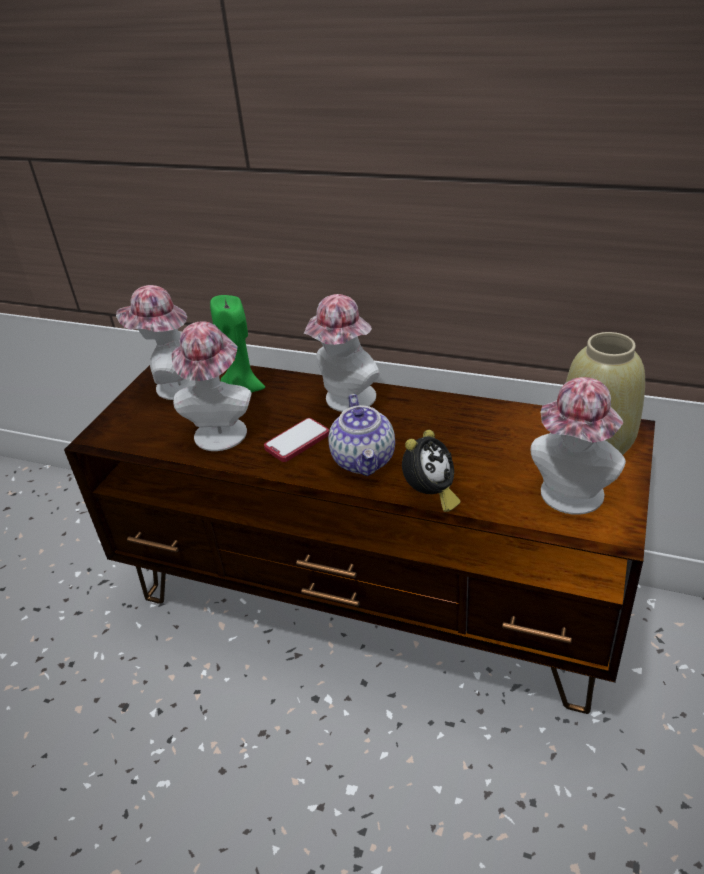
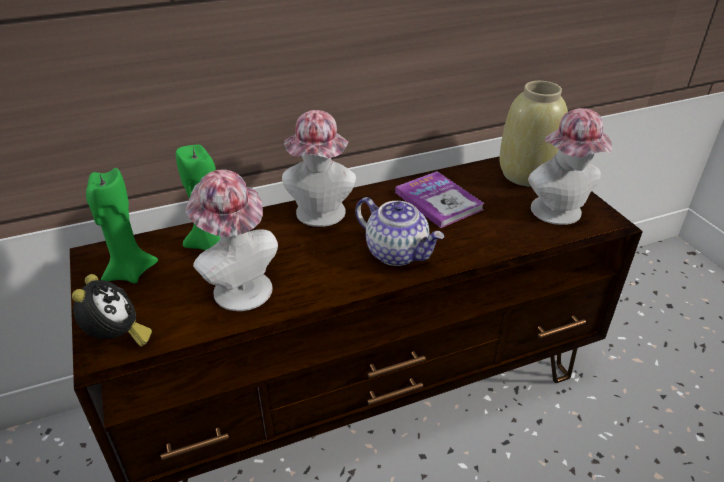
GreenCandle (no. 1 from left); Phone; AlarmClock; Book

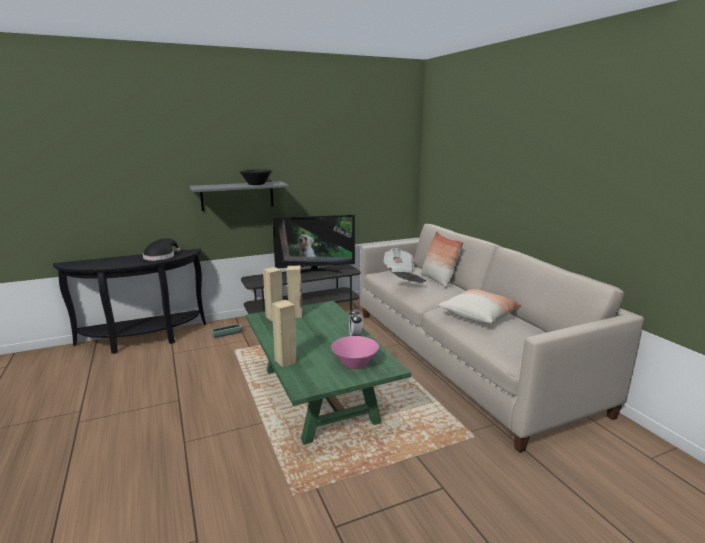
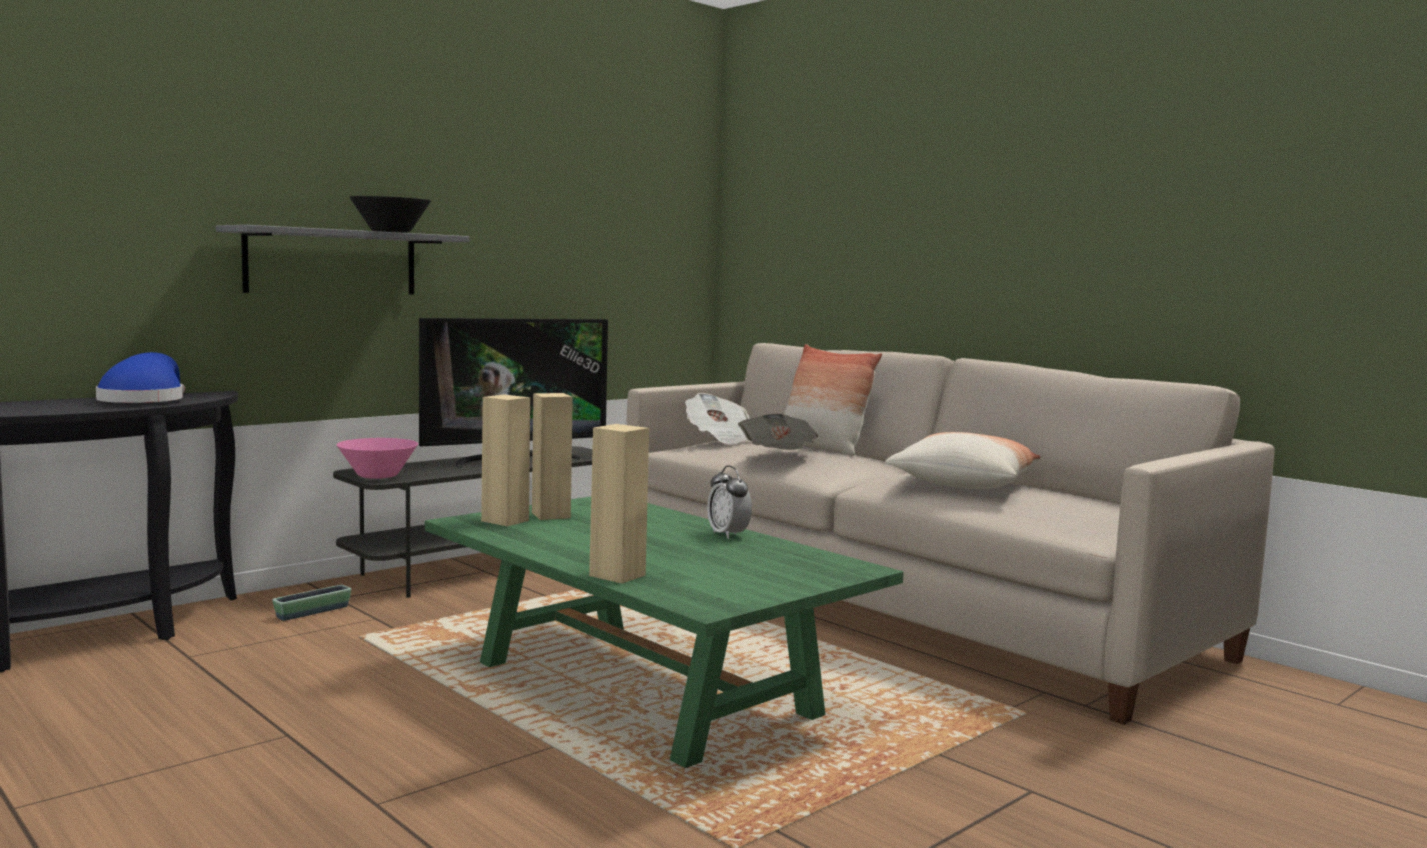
BlueHat; PinkBowl

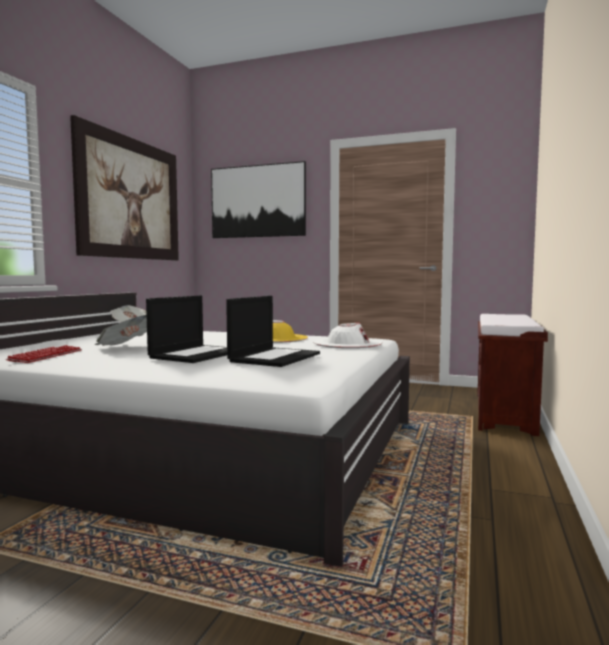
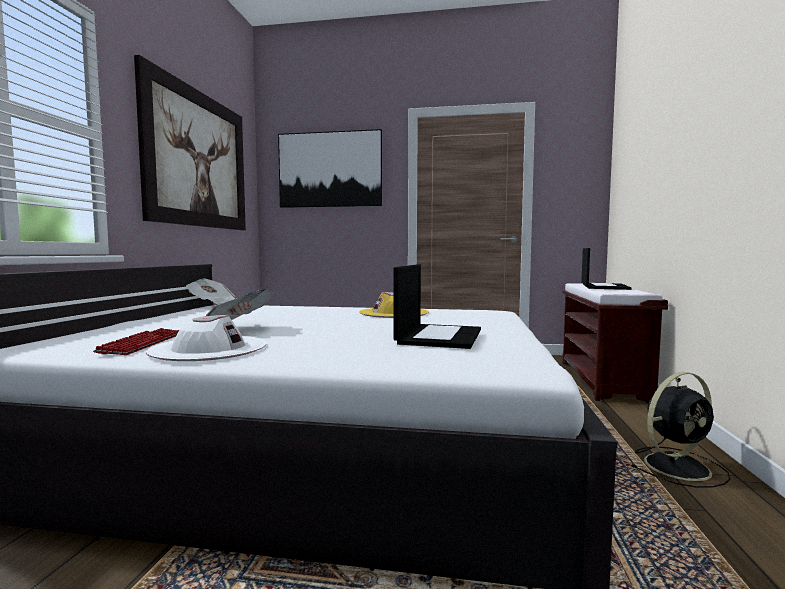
Laptop (no. 2 from left); WhiteHat; BlackFan

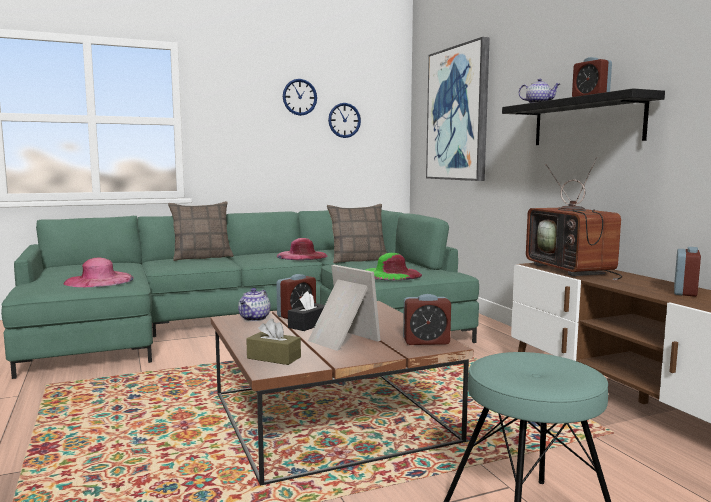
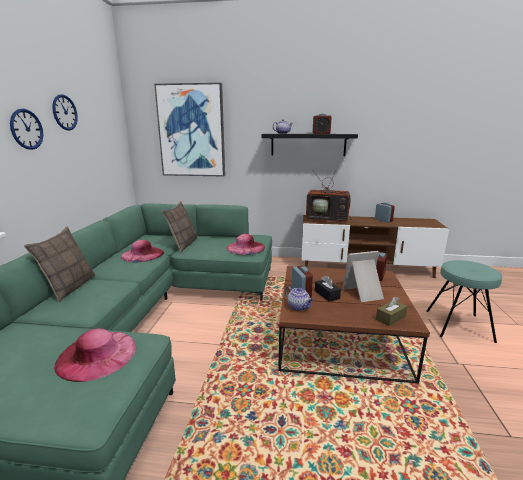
WallClock (no. 1 from left); PinkHat (no. 3 from left)

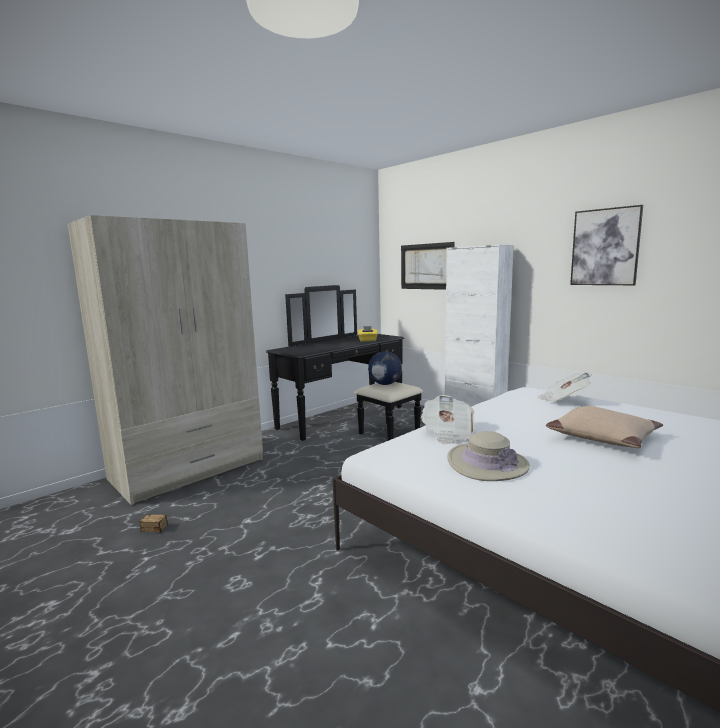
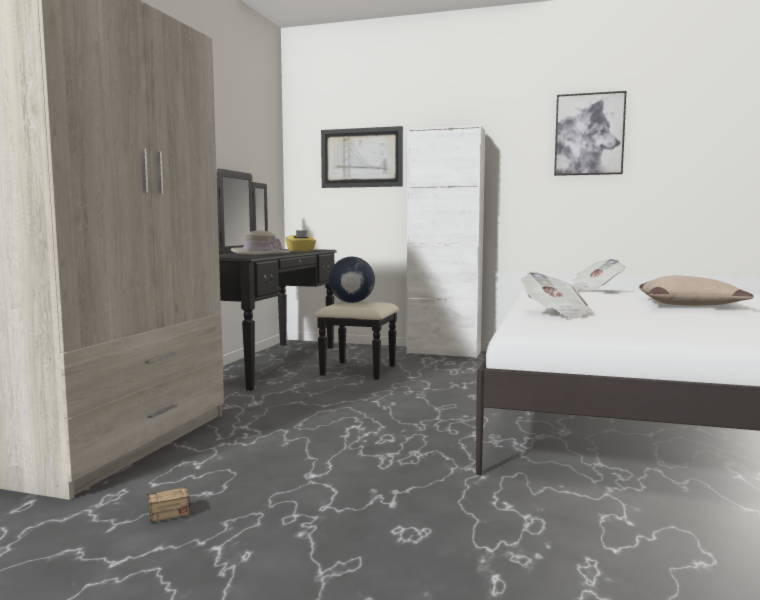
BeigeHat

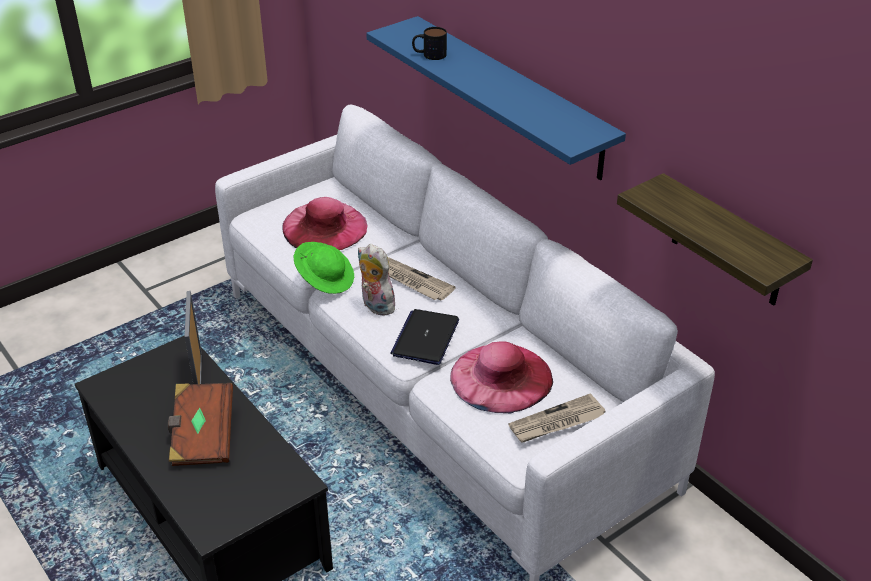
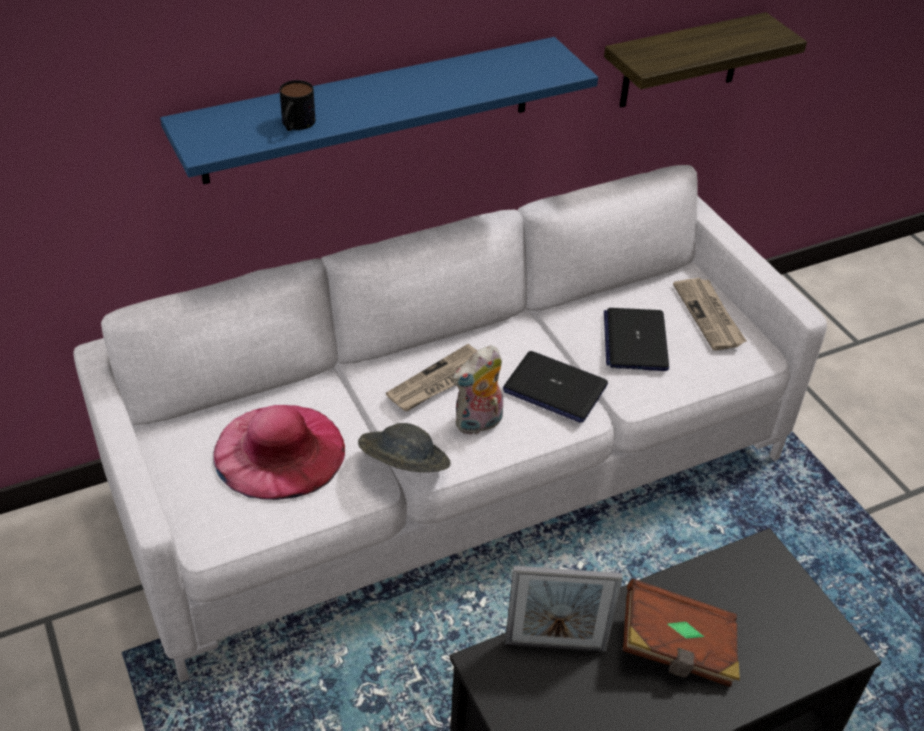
GreyHat; Laptop (no. 2 from left)

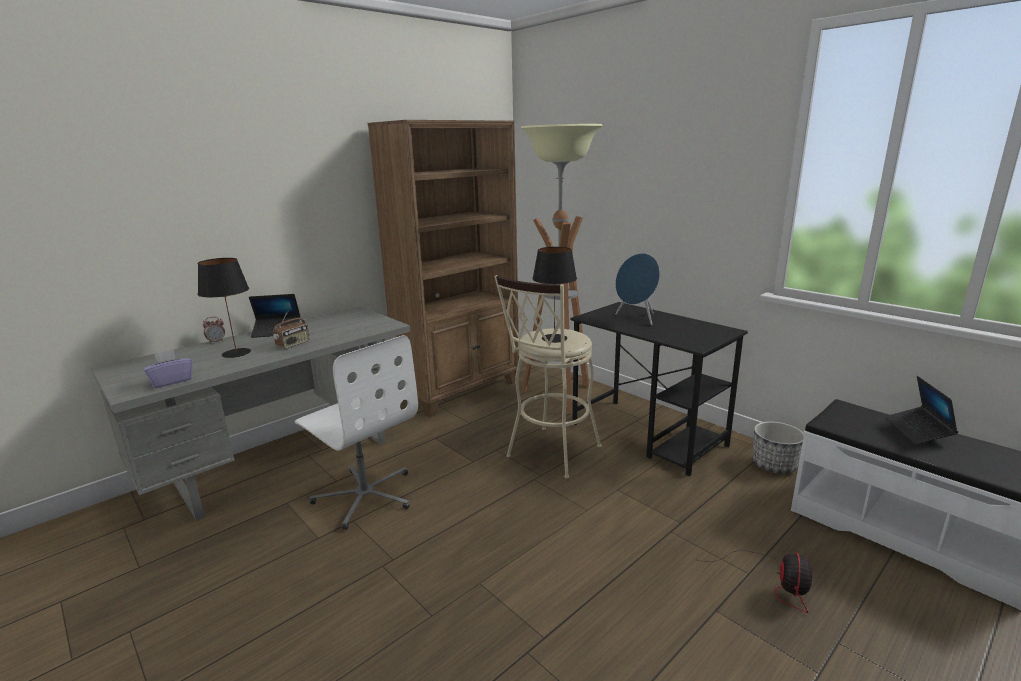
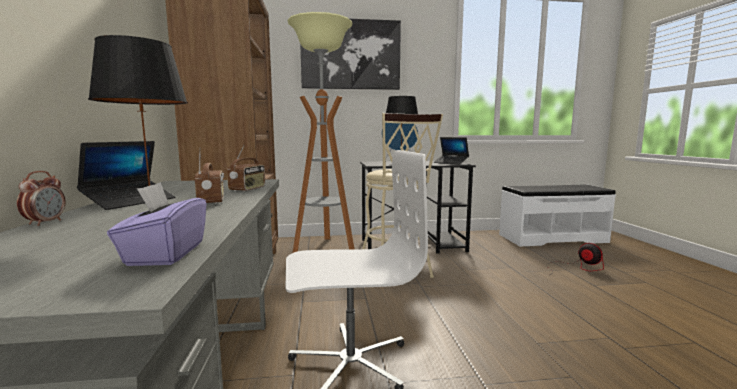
Planter; Laptop (no. 2 from left); Radio (no. 2 from left); Picture

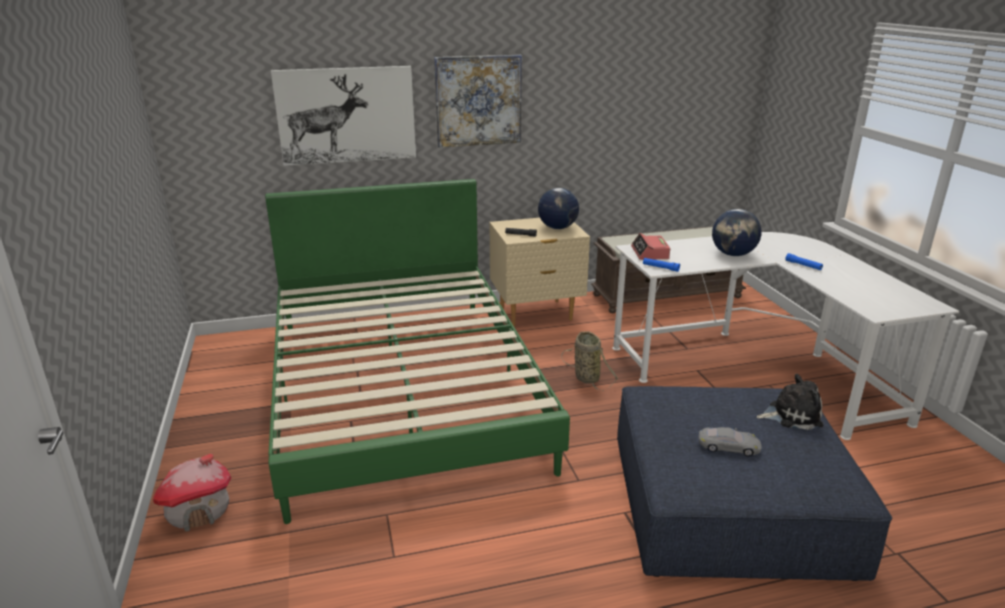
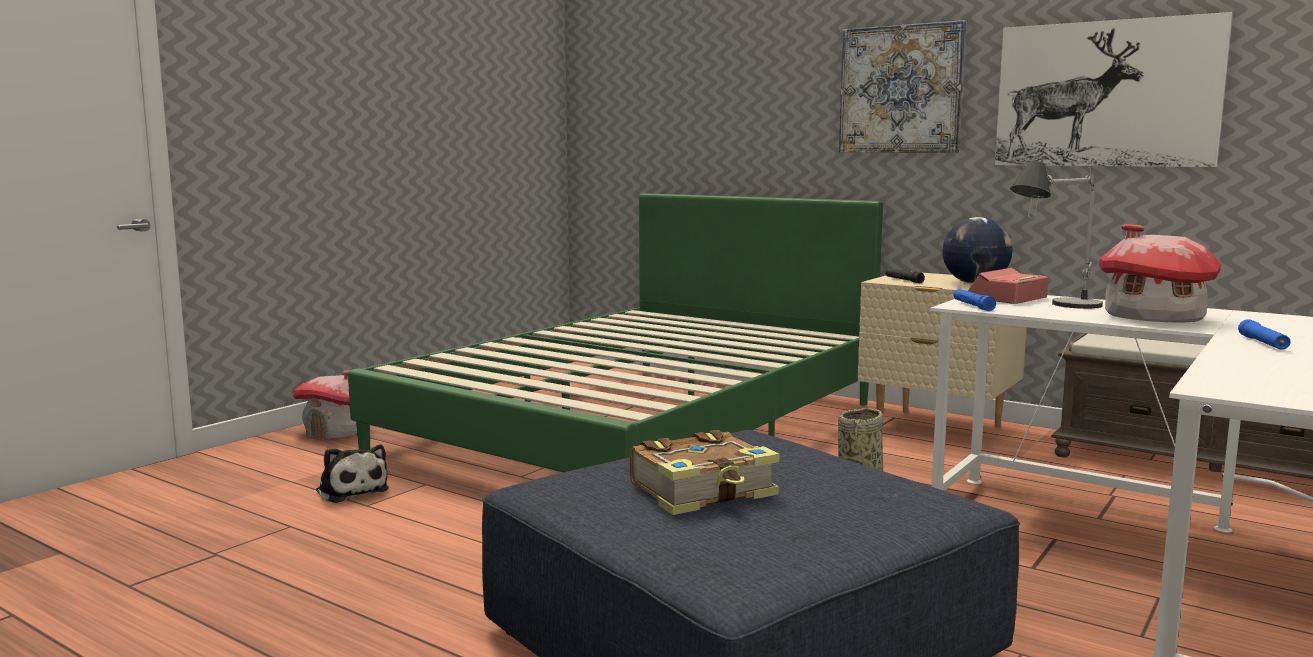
Picture (no. 2 from left); Book; ToyHouse (no. 2 from left); PlushToy; TableLamp

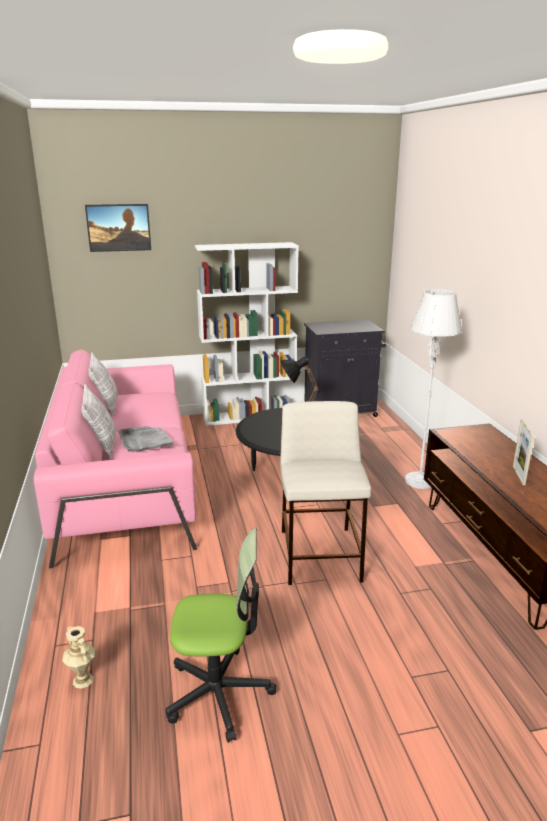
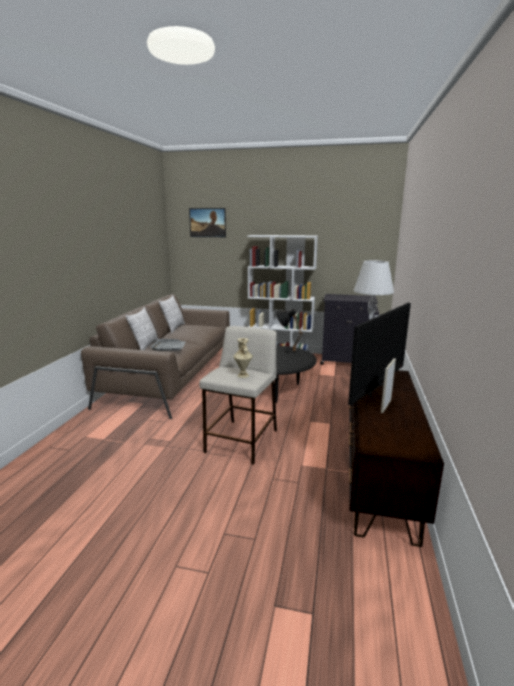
BrownSofa; BeigeVase; OfficeChair; Television

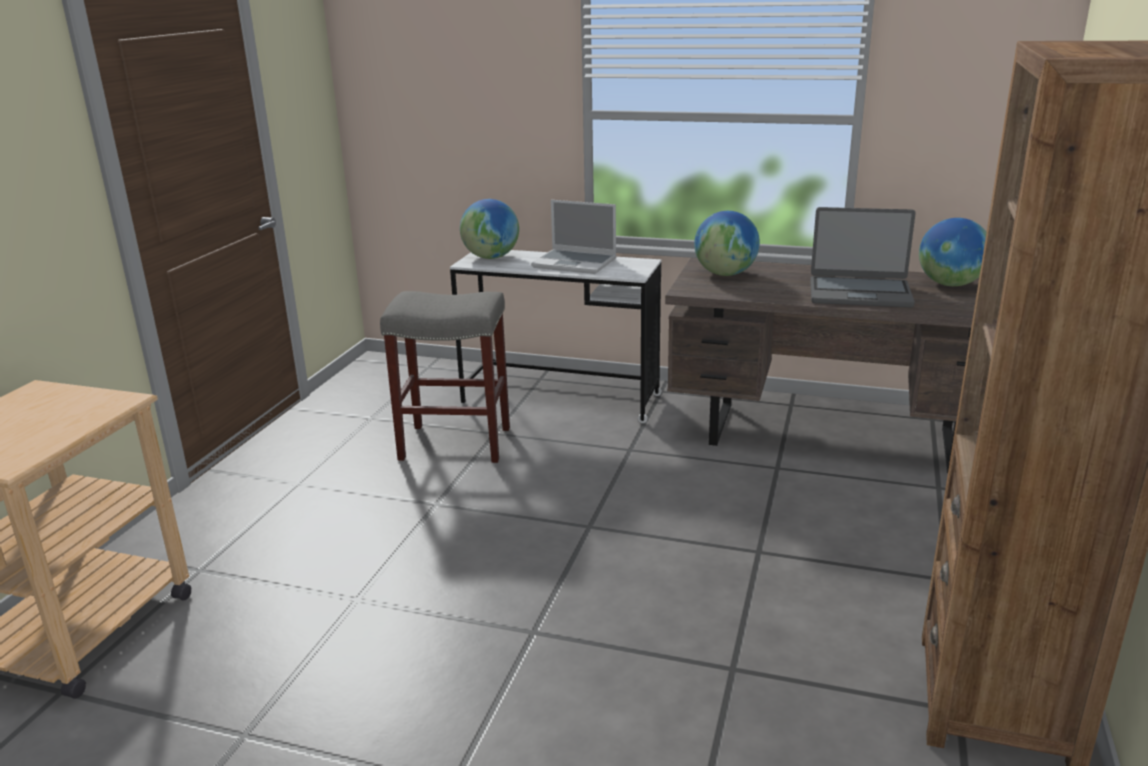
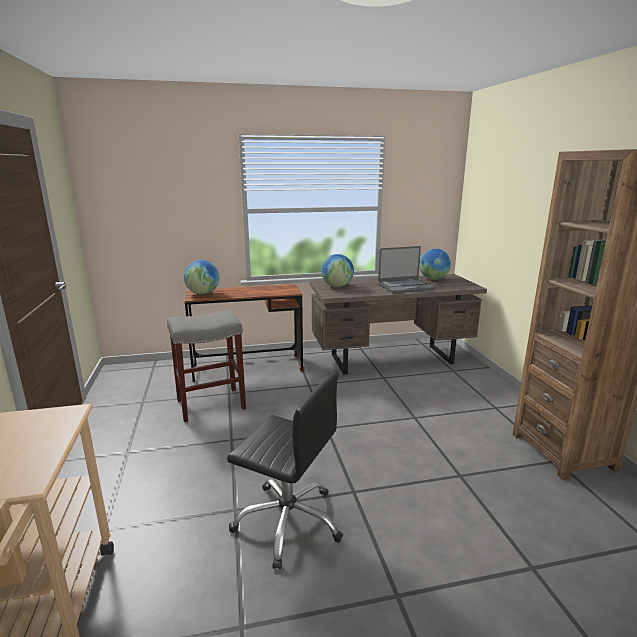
BrownDesk (no. 1 from left); Laptop (no. 1 from left in the first image); BlackOfficeChair

